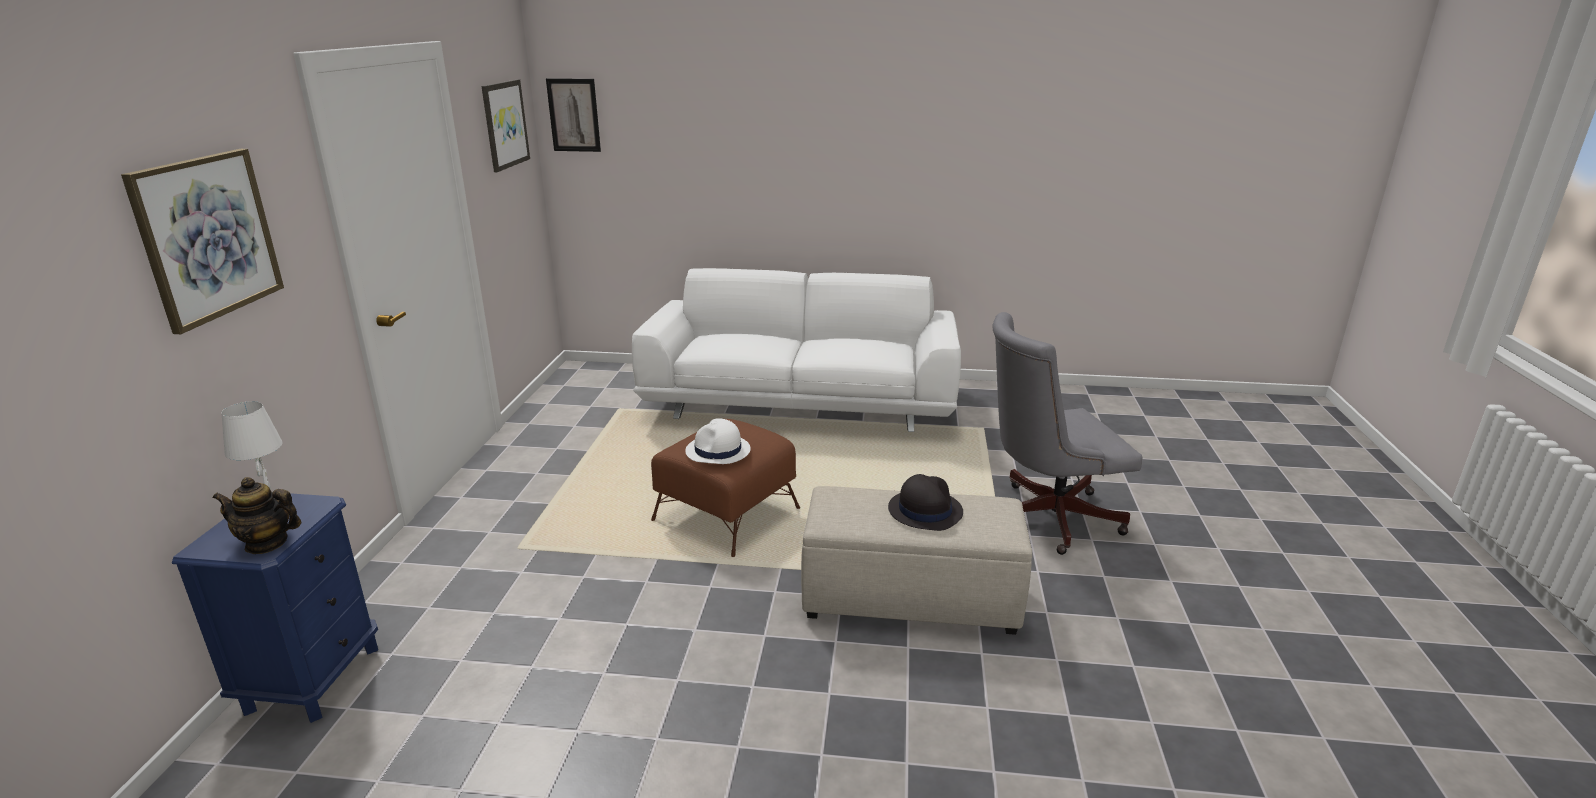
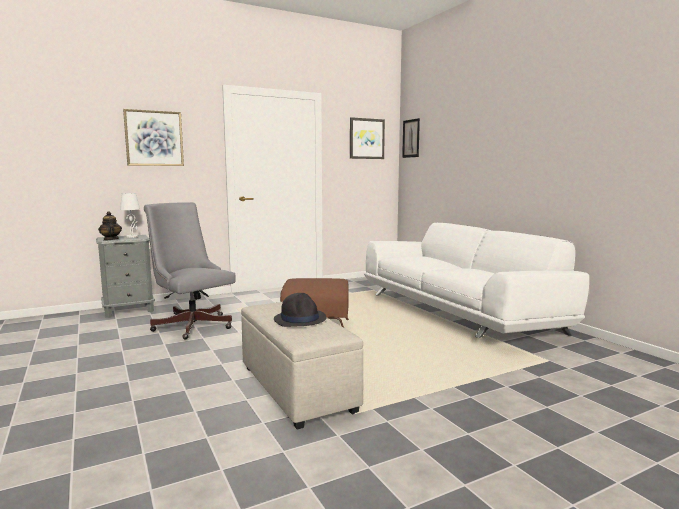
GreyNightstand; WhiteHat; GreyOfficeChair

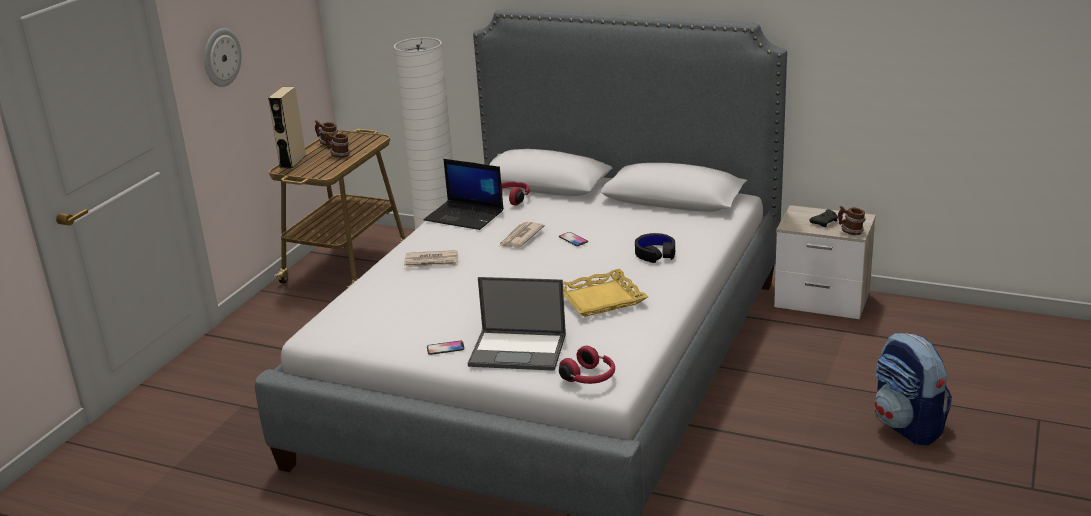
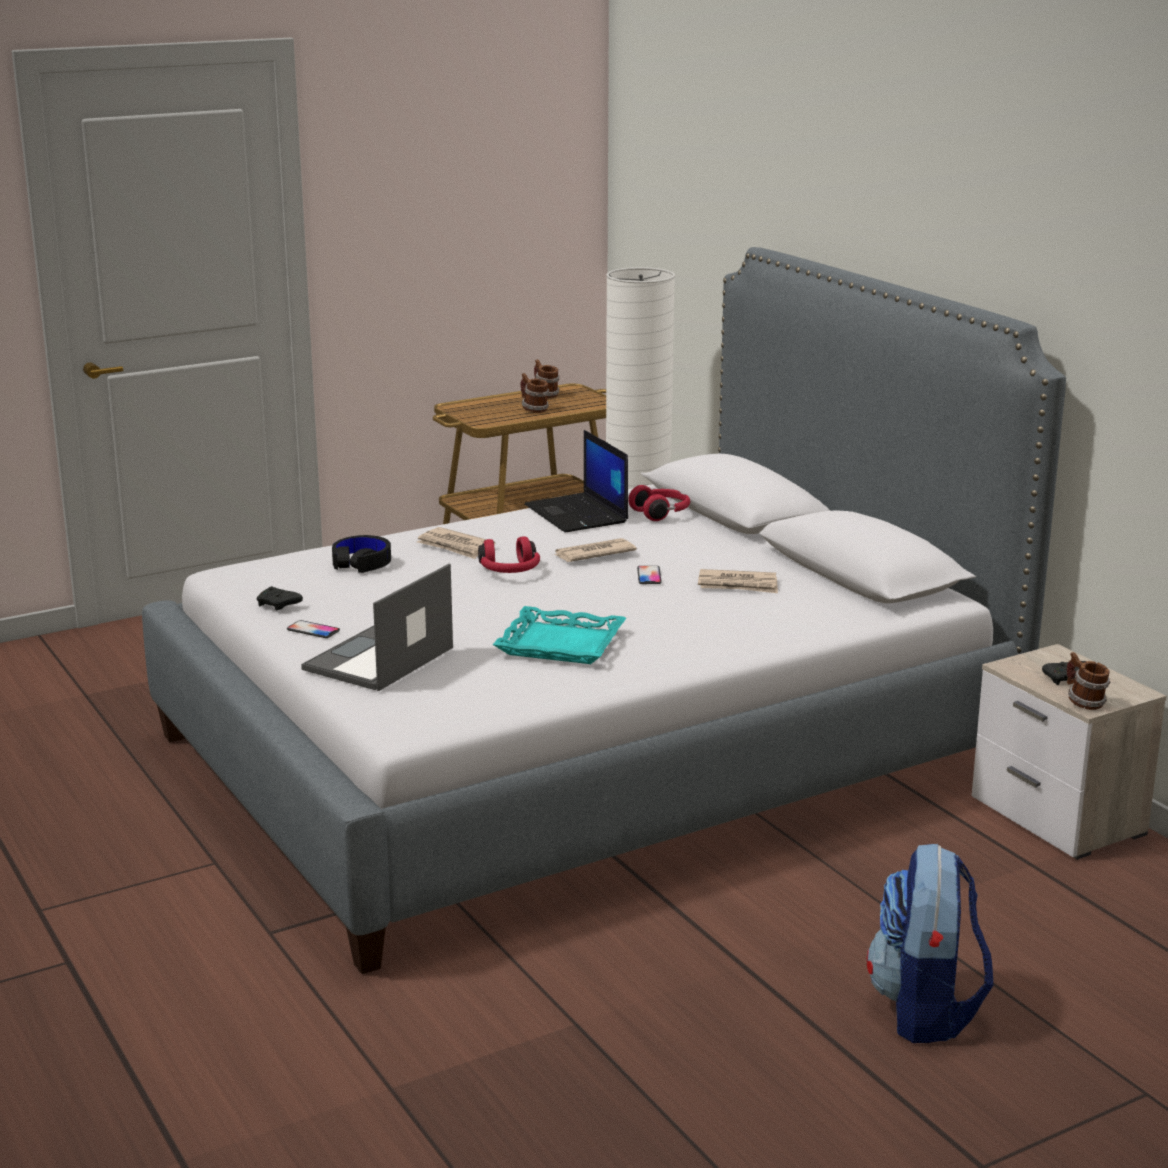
WallClock; BeigeSpeaker; Laptop (no. 1 from left); RedHeadphones (no. 1 from left); TurquoiseTray; BlackHeadphones; BlackGameController (no. 1 from left); Newspaper (no. 3 from left)

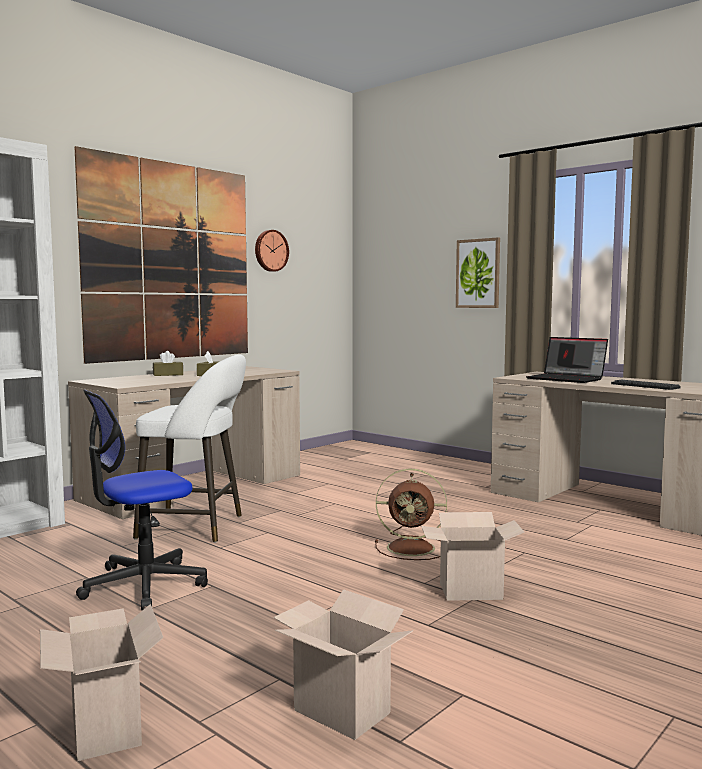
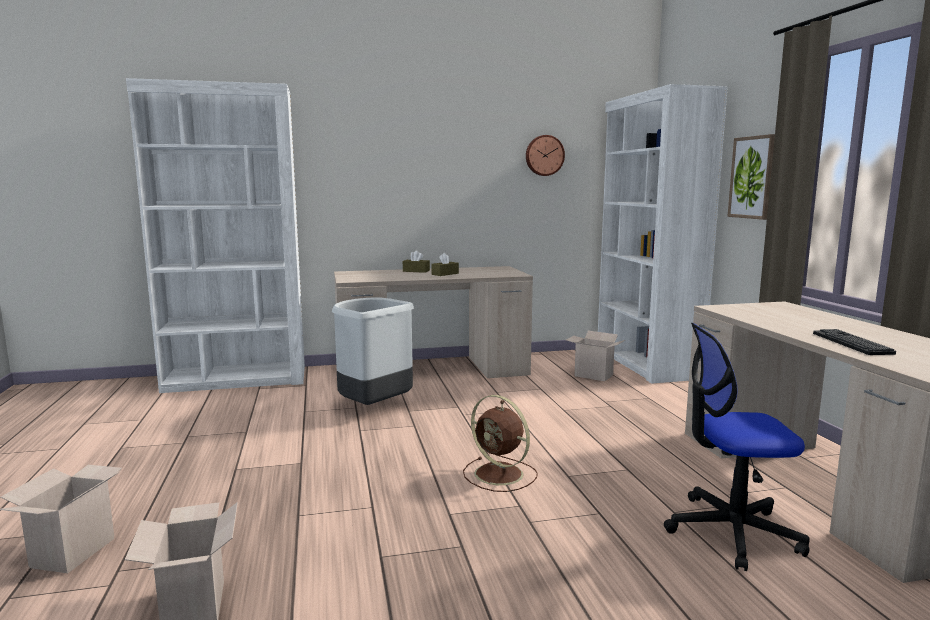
Picture (no. 1 from left in the first image); OfficeChair; GreyTrashCan; CardboardBox (no. 3 from left); Laptop; WhiteBookcase (no. 2 from left)

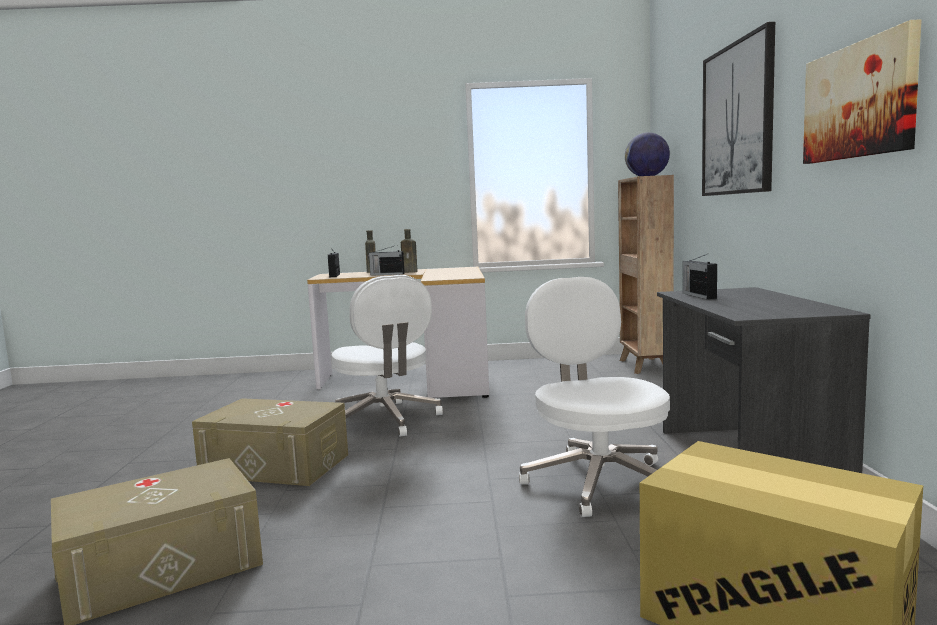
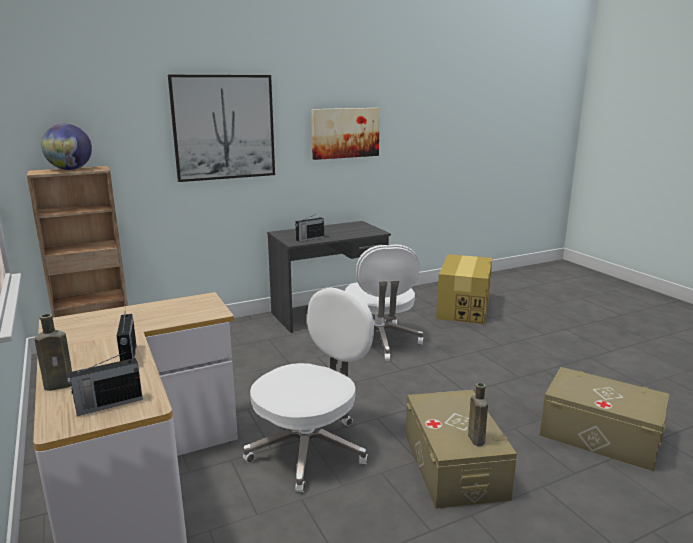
BrownBottle (no. 2 from left); WhiteOfficeChair (no. 2 from left)

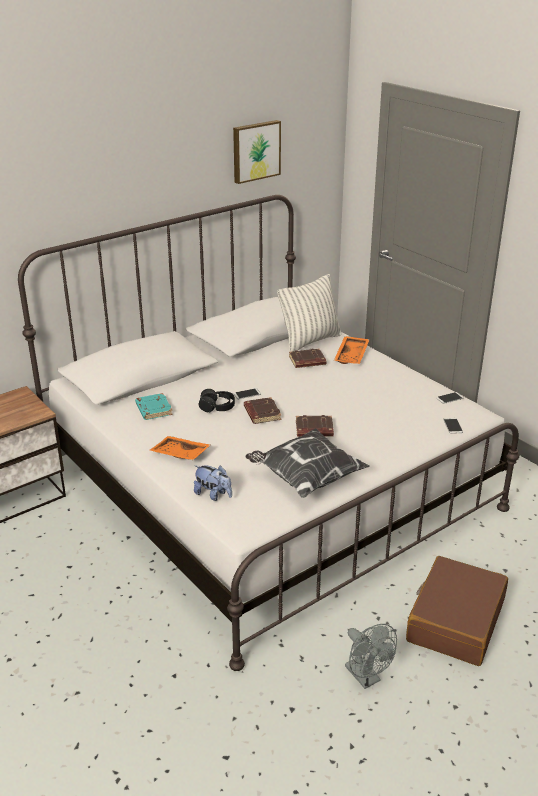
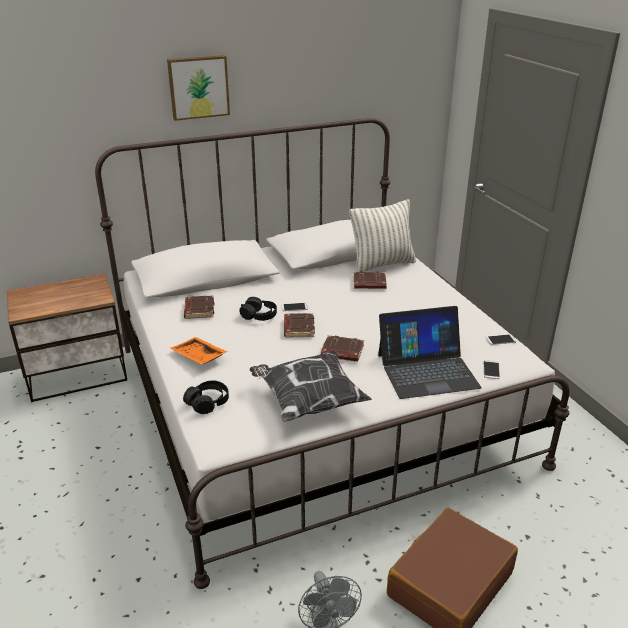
BrownBook (no. 1 from left); BlackHeadphones (no. 1 from left); Picture; OrangeTray (no. 2 from left in the first image); Laptop

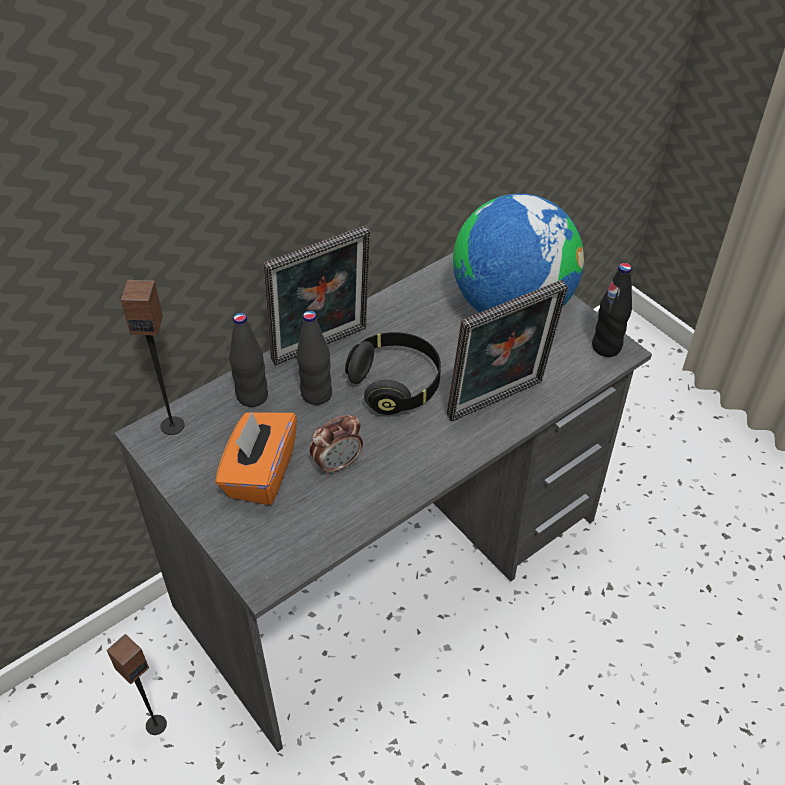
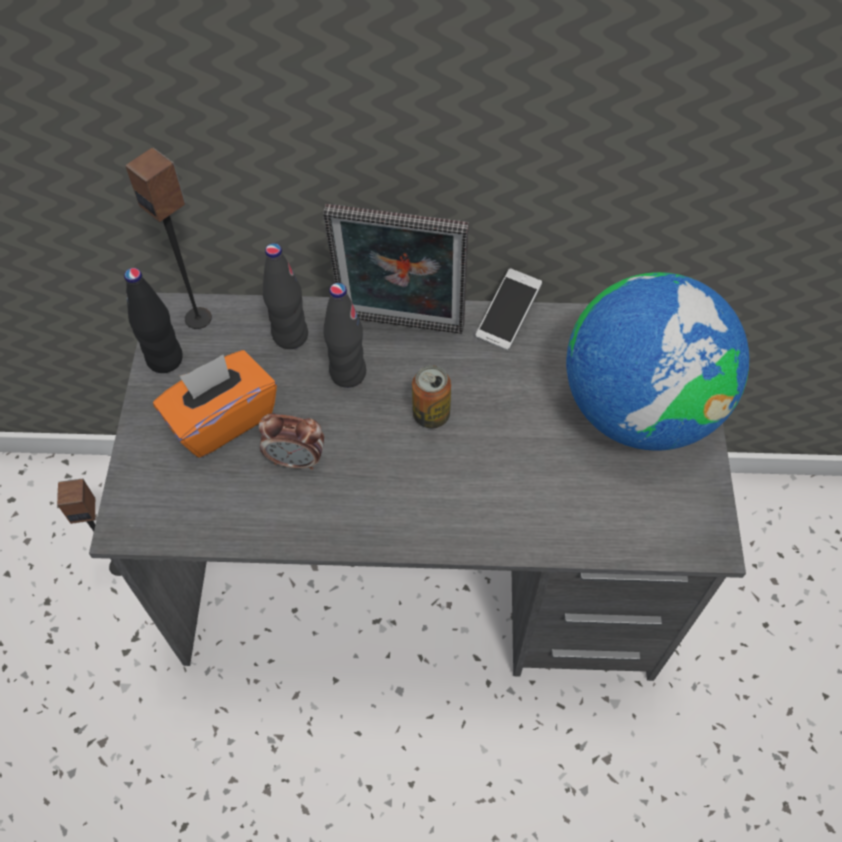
Can; PictureFrame (no. 2 from left in the first image); BlackBottle (no. 1 from left); Phone

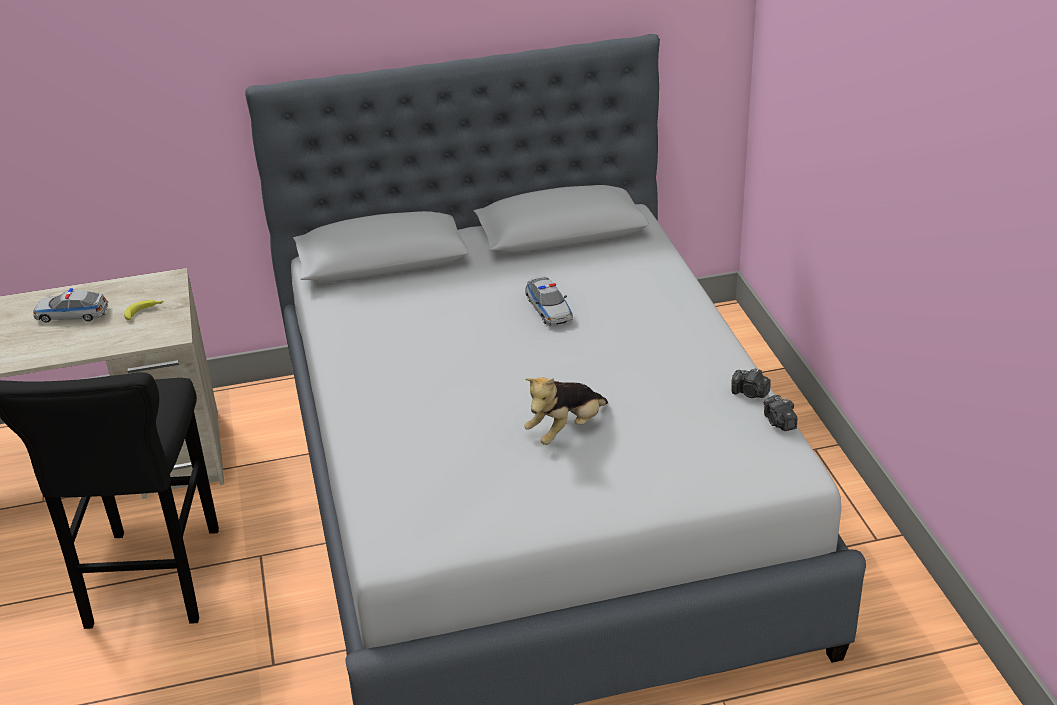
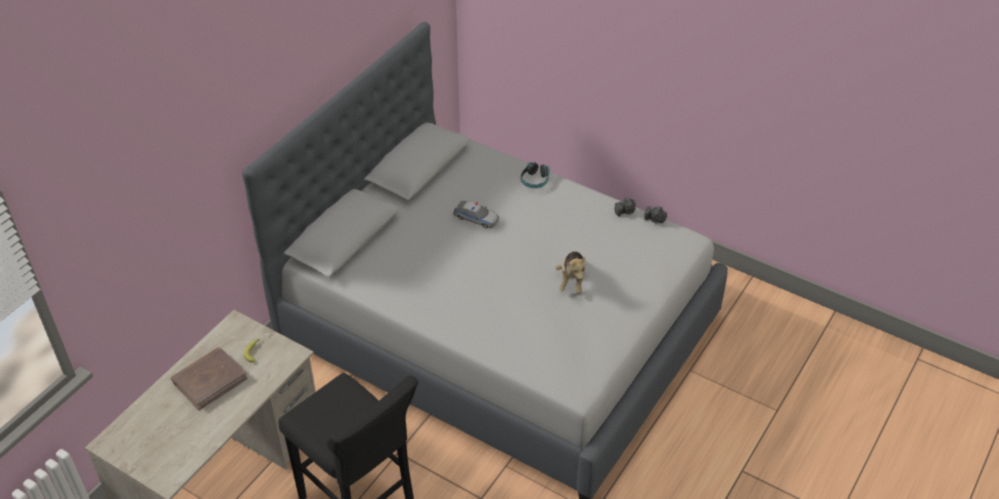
BrownBook; Headphones

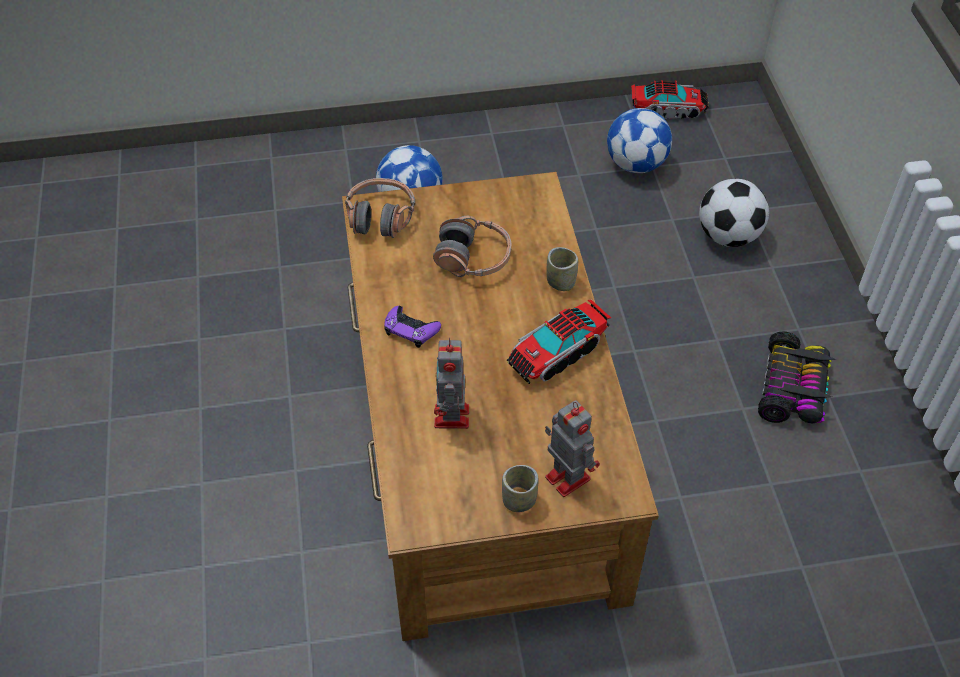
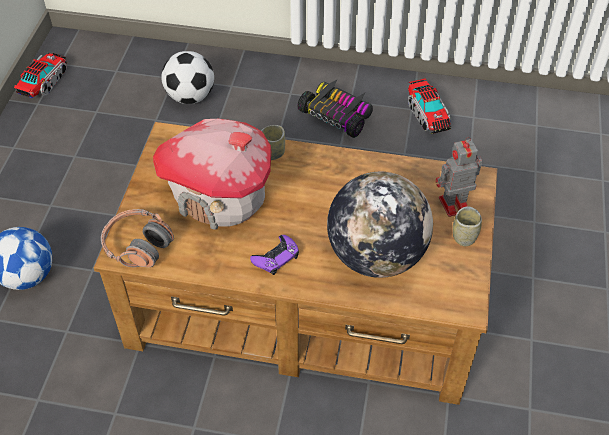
ToyHouse; Globe; ToyTruck (no. 2 from left); Football (no. 2 from left in the first image)

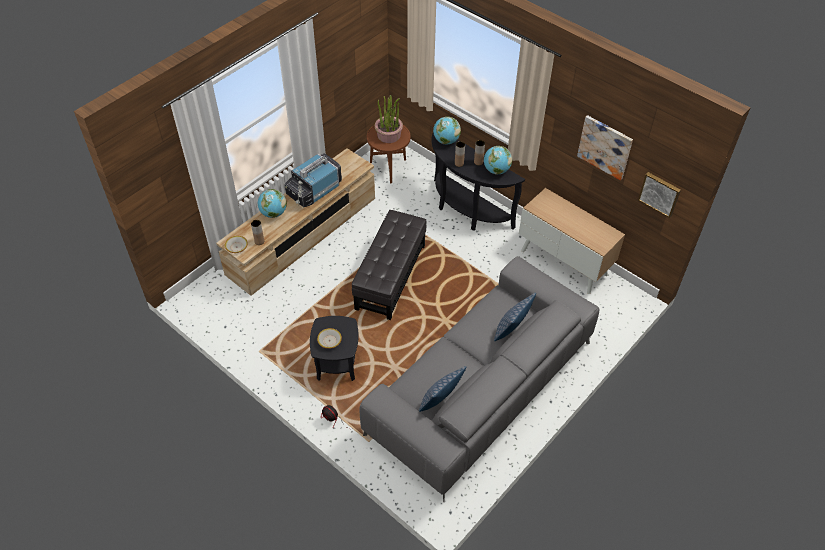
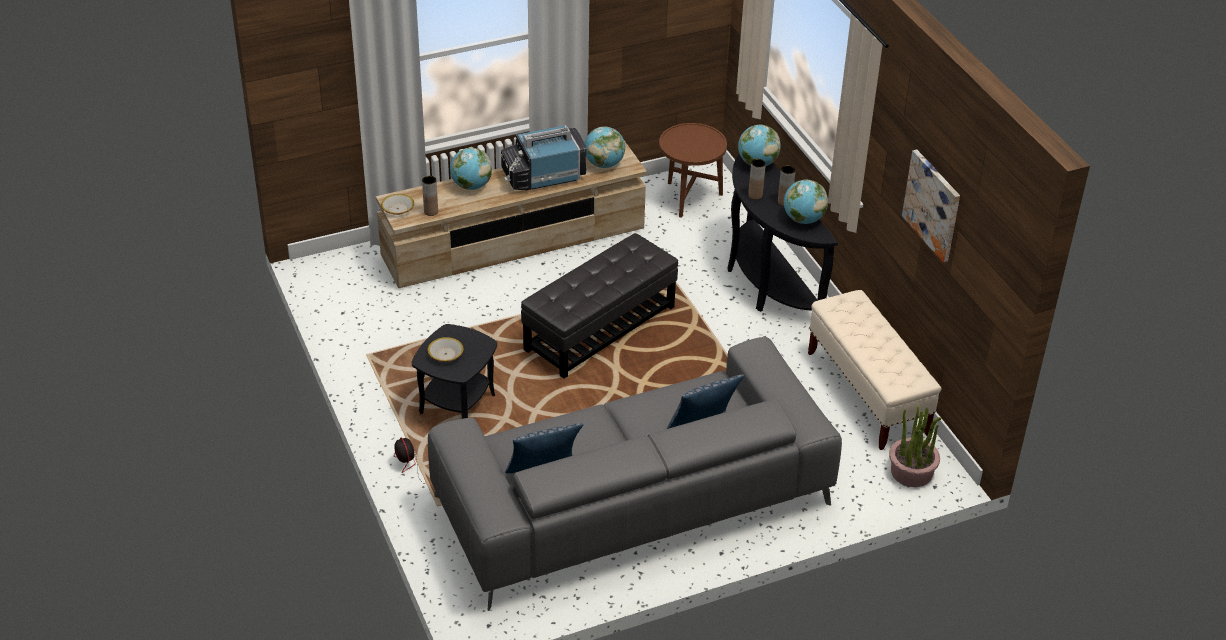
PottedPlant; BeigeBench; Picture (no. 2 from left in the first image); Globe (no. 2 from left)

